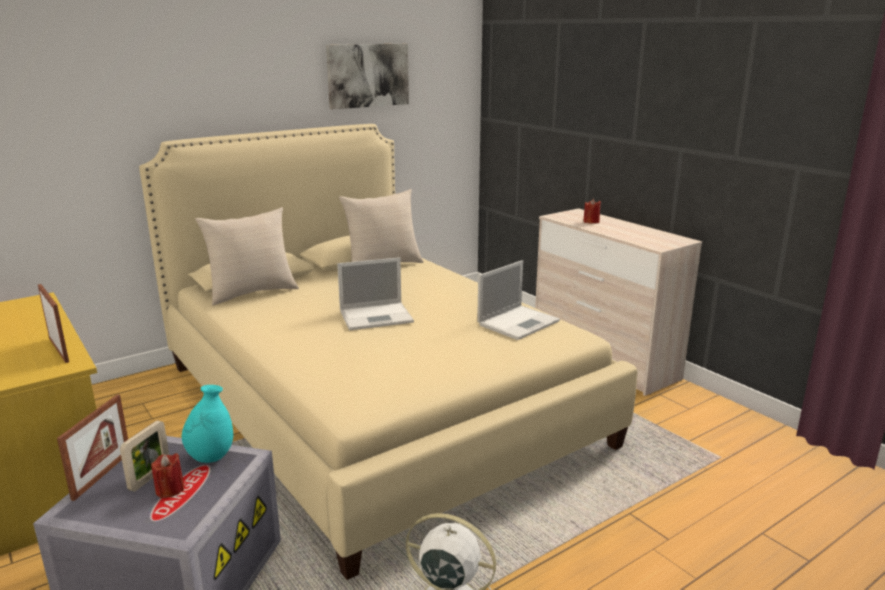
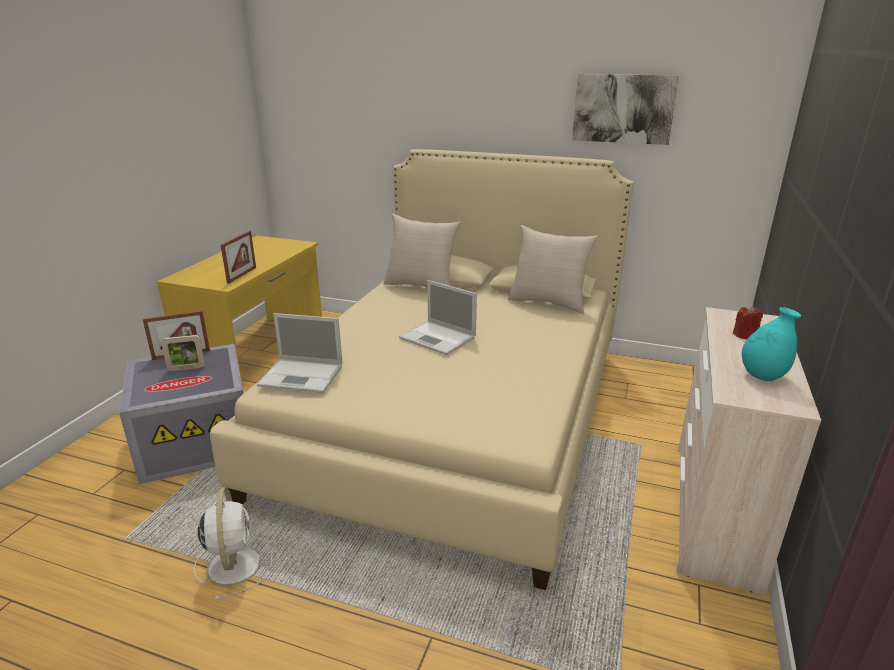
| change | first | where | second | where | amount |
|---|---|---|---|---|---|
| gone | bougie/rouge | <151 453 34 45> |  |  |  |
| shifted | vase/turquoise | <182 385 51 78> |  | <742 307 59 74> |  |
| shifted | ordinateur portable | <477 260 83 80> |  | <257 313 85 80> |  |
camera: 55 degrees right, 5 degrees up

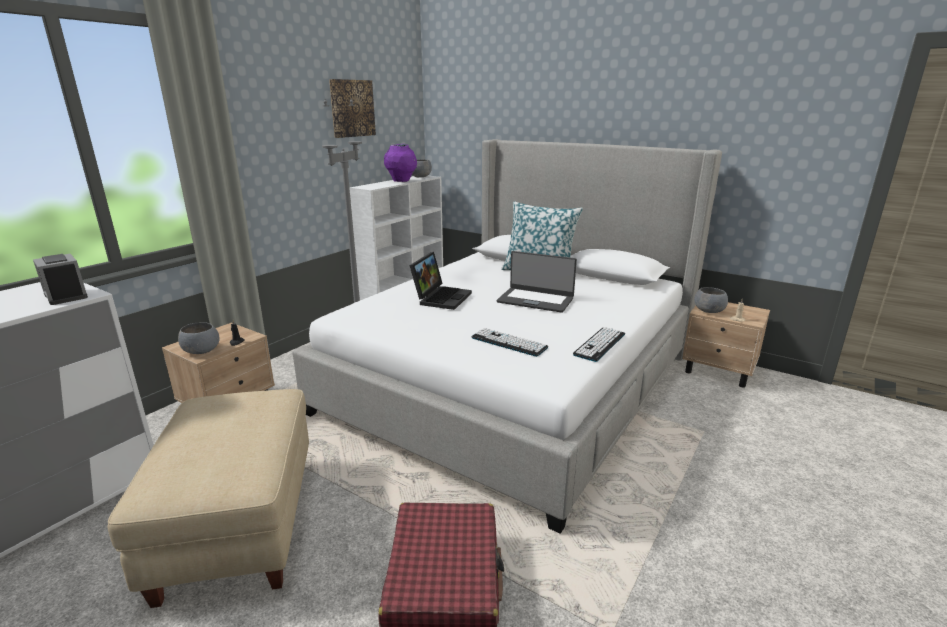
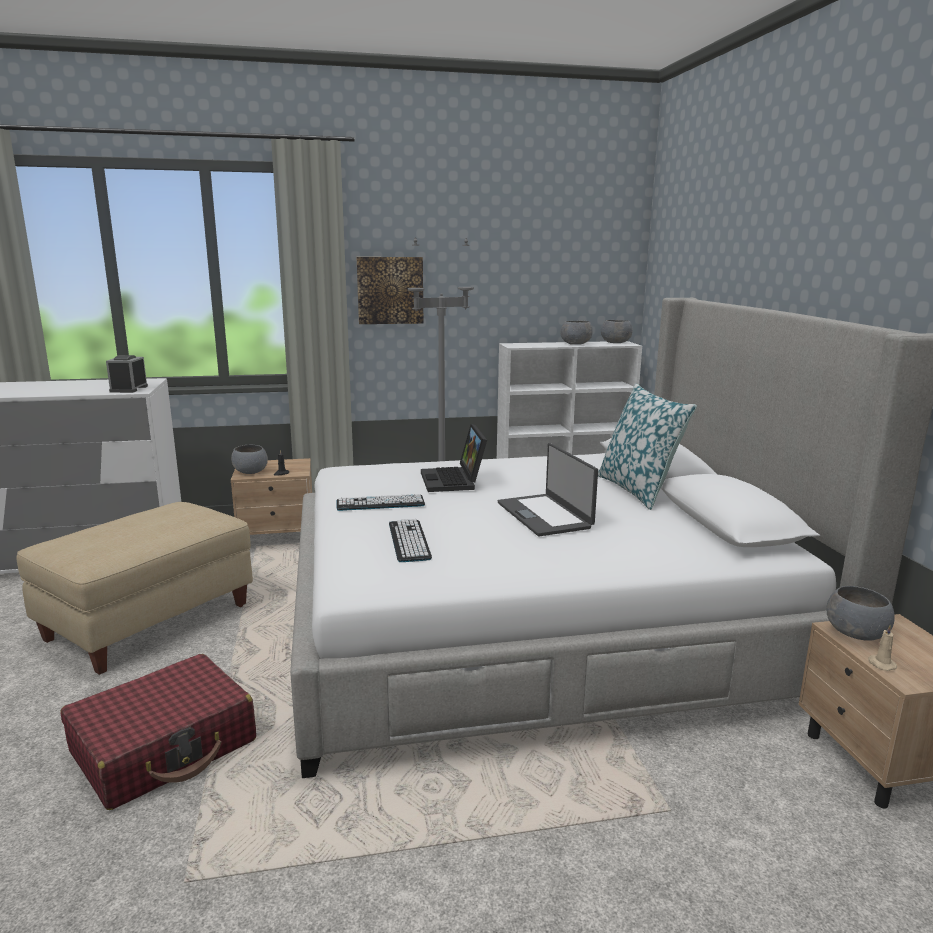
| change | first | where | second | where | amount |
|---|---|---|---|---|---|
| shifted | tableau | <329 79 47 59> |  | <357 257 66 67> |  |
| swapped | vase/violet | <384 144 33 38> | bol/gris | <560 321 33 24> |  |
| rotated | ordinateur portable | <409 252 63 58> |  | <421 424 66 68> | 105 degrees clockwise |
| shifted | clavier | <573 327 52 35> |  | <337 494 88 17> |  |
camera: 45 degrees right, 5 degrees down

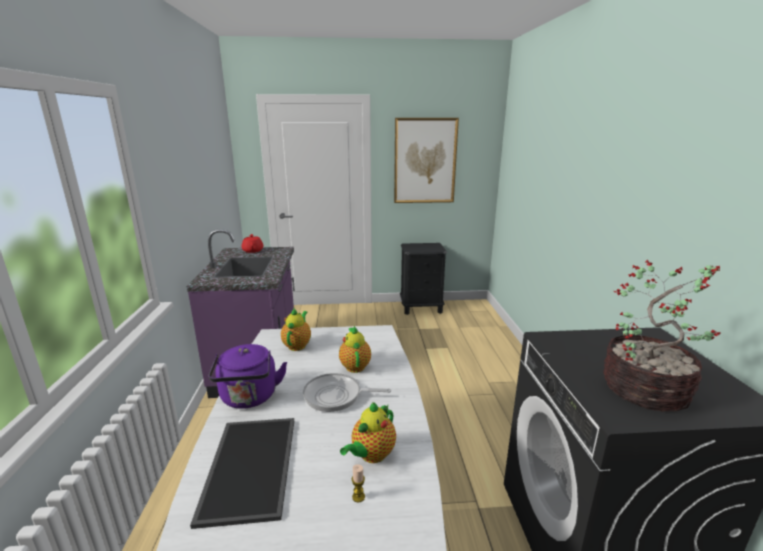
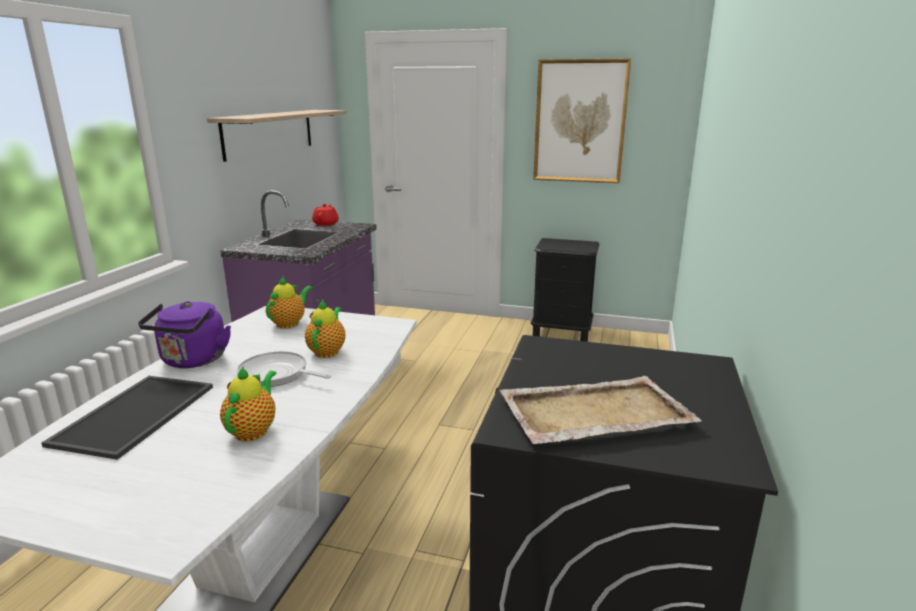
| change | first | where | second | where | amount |
|---|---|---|---|---|---|
| rotated | théière | <340 402 56 61> |  | <220 366 56 76> | 135 degrees clockwise |
| gone | bougie | <352 464 13 38> |  |  |  |
| swapped | plante en pot | <603 259 118 152> | plateau/beige | <499 376 203 68> |  |
| new |  |  | étagère | <207 110 140 52> |  |
camera: 20 degrees right, 0 degrees up

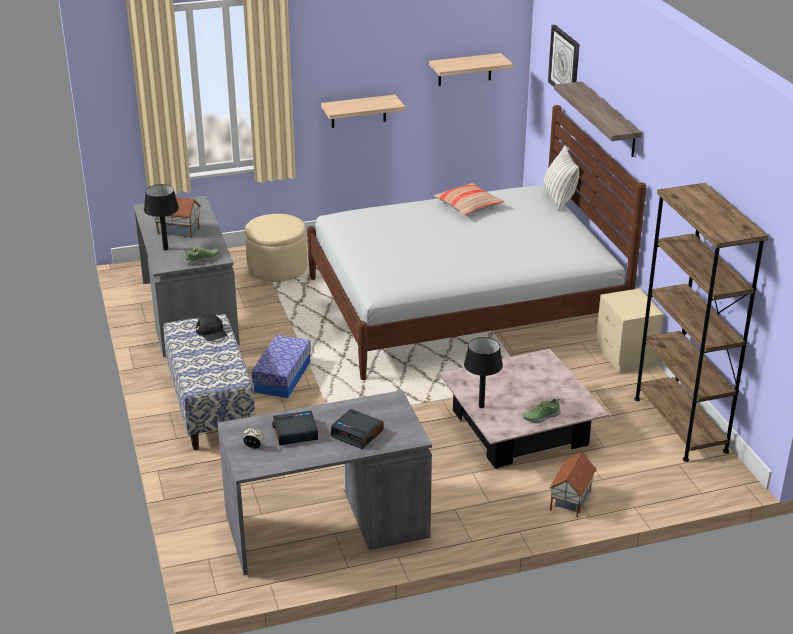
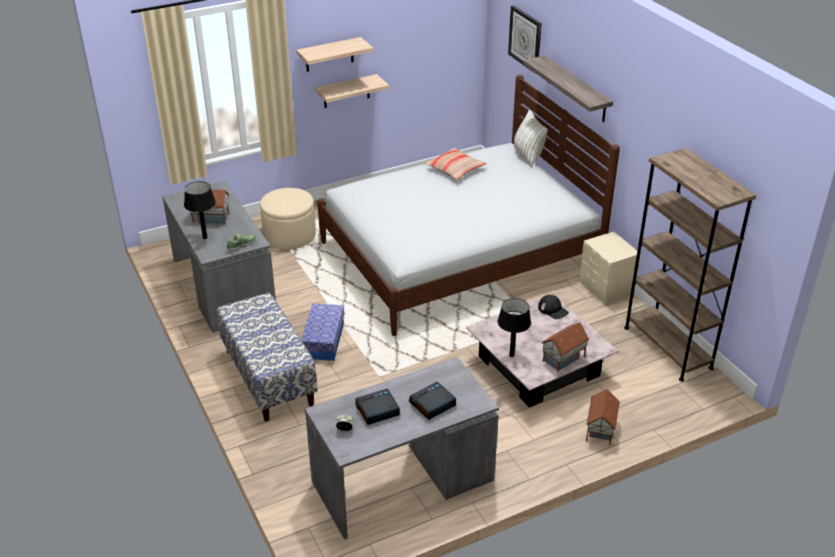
| change | first | where | second | where | amount |
|---|---|---|---|---|---|
| shifted | casquette/noir | <196 314 31 27> |  | <538 295 31 24> |  |
| rotated | réveil | <330 409 54 40> |  | <409 381 47 39> | 120 degrees clockwise |
| shifted | étagère | <429 53 84 33> |  | <296 37 77 35> |  |
| swapped | chaussure | <523 398 38 25> | maison miniature | <542 323 47 49> |  |
camera: 10 degrees left, 5 degrees up

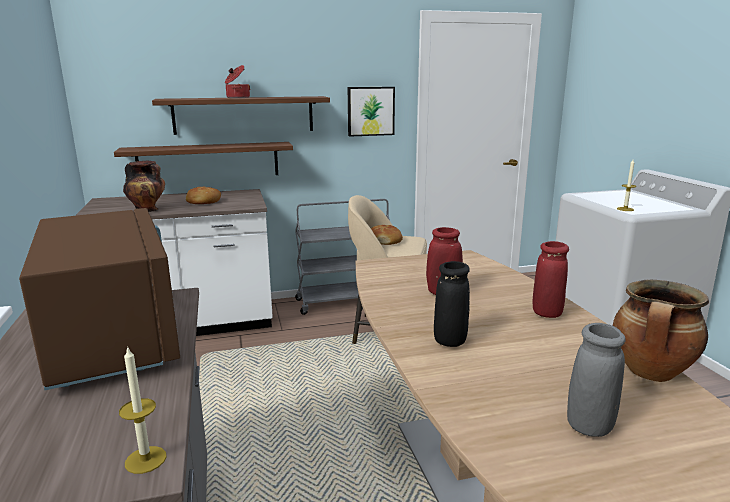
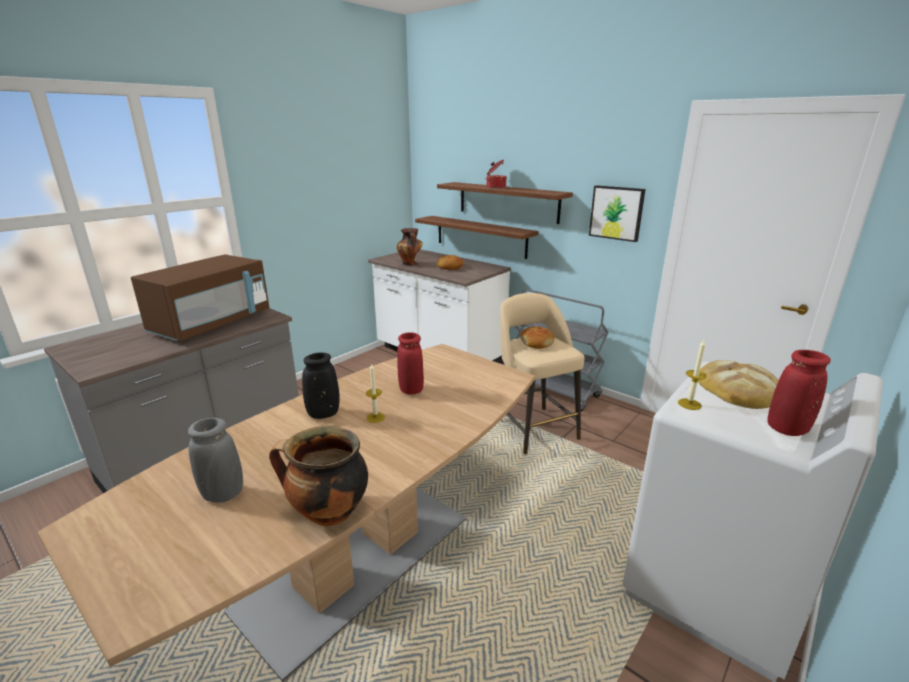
| change | first | where | second | where | amount |
|---|---|---|---|---|---|
| shifted | bougie | <119 346 48 128> |  | <366 364 19 59> |  |
| shifted | vase/rouge | <533 241 36 77> |  | <767 350 64 86> |  |
| new |  |  | pain | <698 360 81 49> |  |
camera: 55 degrees right, 5 degrees up

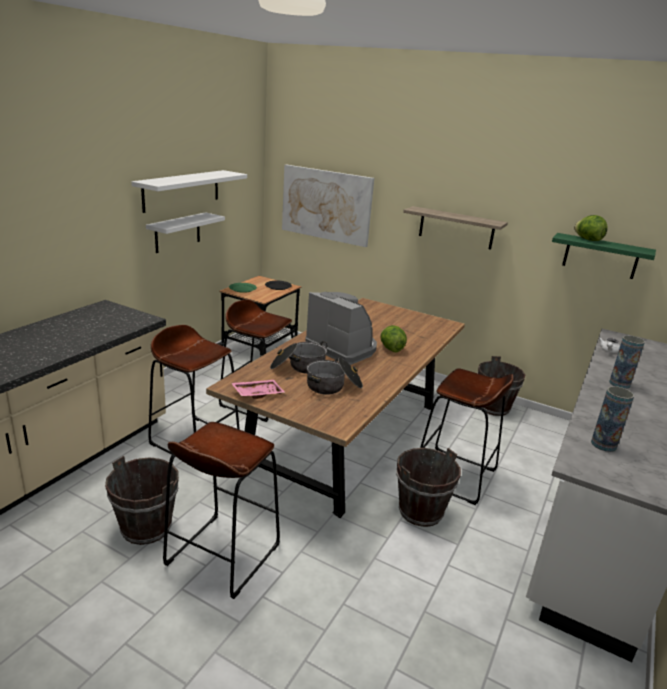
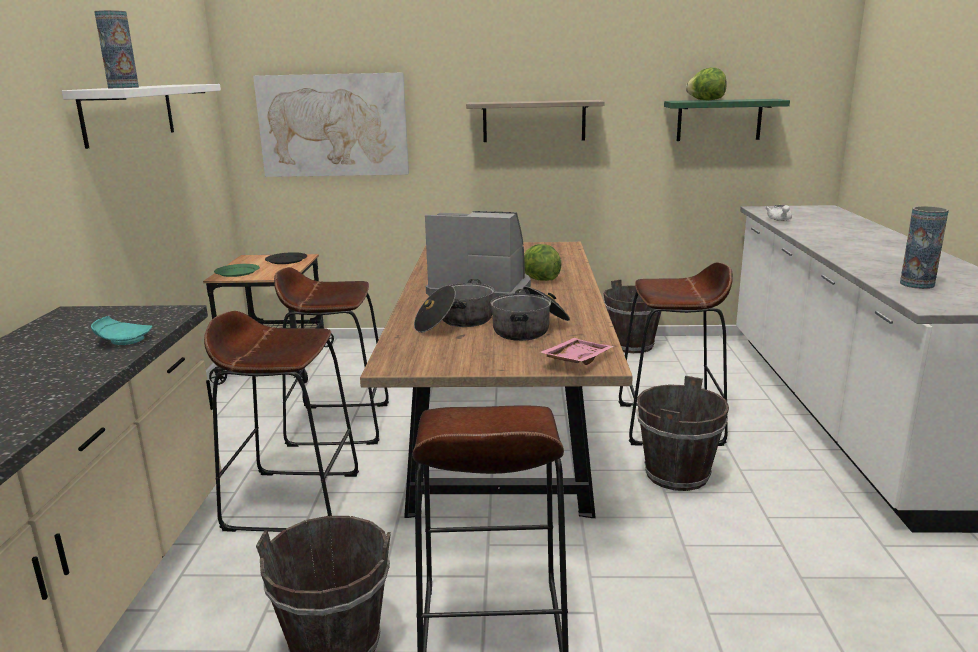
| change | first | where | second | where | amount |
|---|---|---|---|---|---|
| gone | étagère/blanc | <146 212 79 41> |  |  |  |
| shifted | plateau/rose | <231 380 54 19> |  | <540 338 74 27> |  |
| shifted | vase | <609 335 36 54> |  | <94 10 45 78> |  |
| new |  |  | assiette/turquoise | <91 316 61 29> |  |
camera: 25 degrees left, 5 degrees down

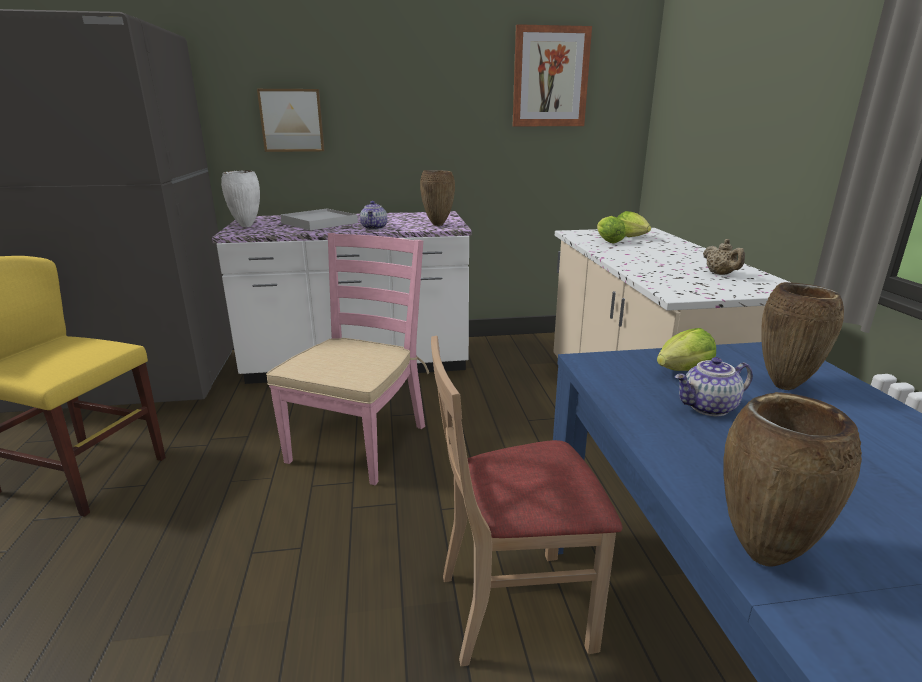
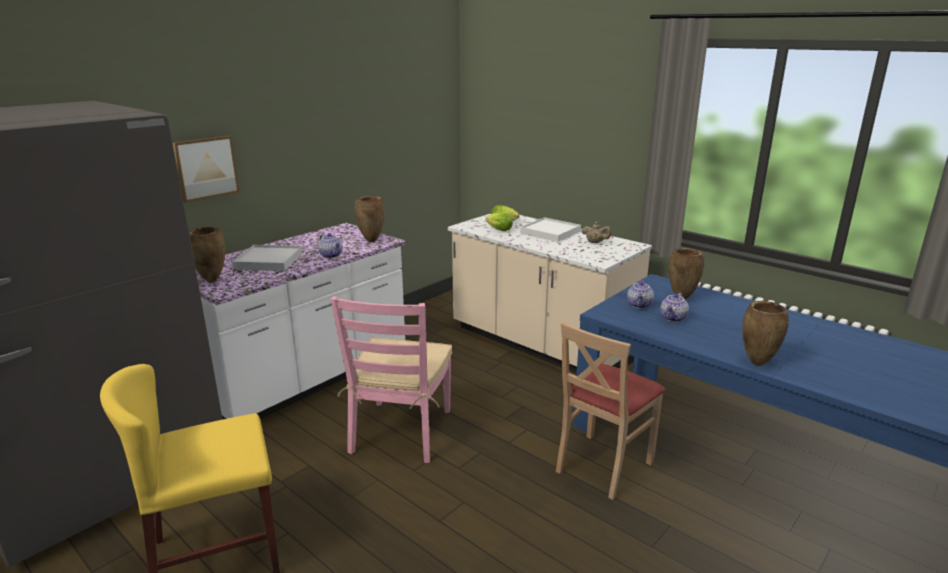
| change | first | where | second | where | amount |
|---|---|---|---|---|---|
| repainted | vase/blanc | <221 170 39 57> | vase/marron | <189 227 36 55> |  |
| rotated | chaise/rose | <266 233 163 252> |  | <330 296 122 167> | 150 degrees counterclockwise |
| gone | tableau | <513 24 79 102> |  |  |  |
| swapped | laitue | <657 328 59 43> | théière | <627 280 27 29> |  |
| new |  |  | plateau/blanc | <520 217 61 25> |  |
camera: 40 degrees left, 0 degrees up

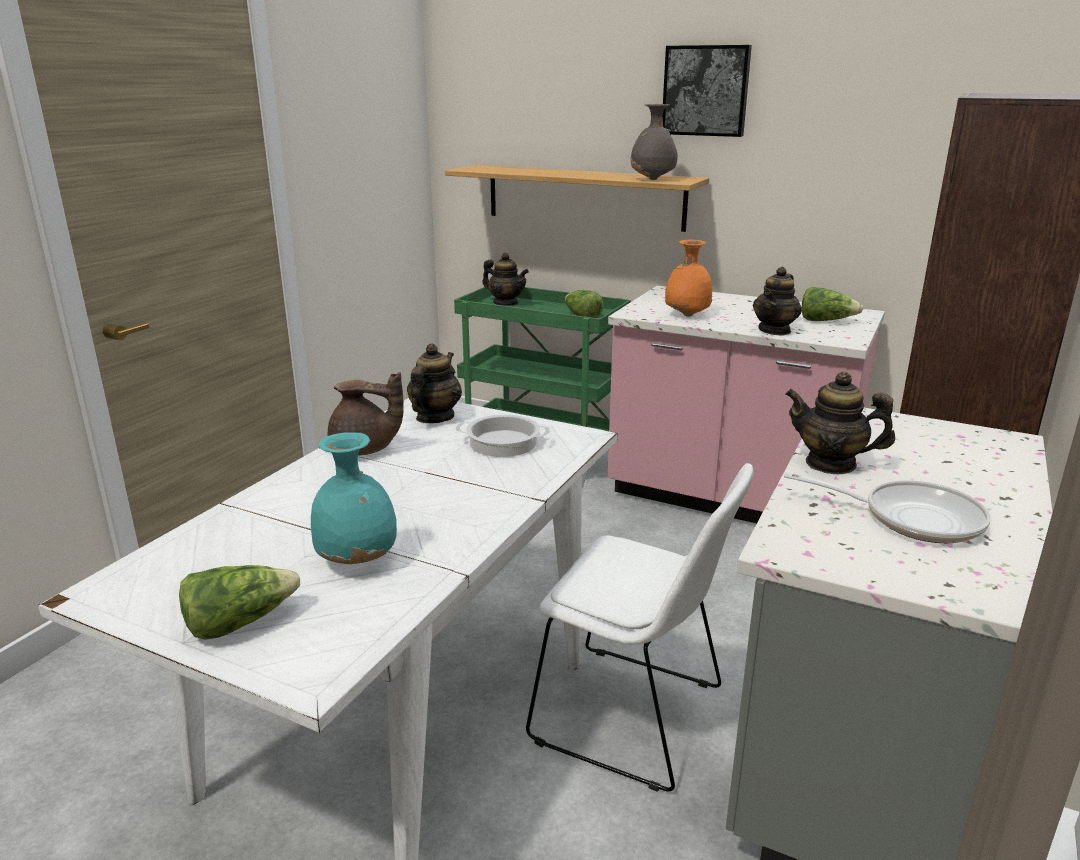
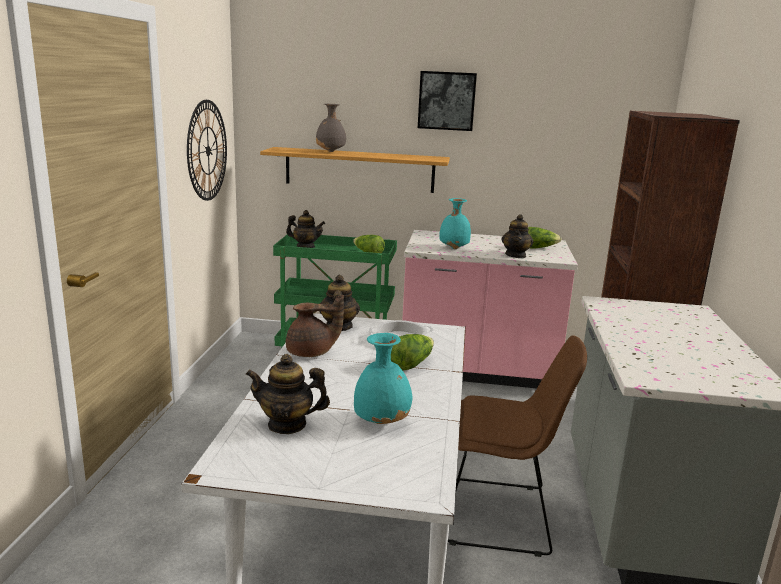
| change | first | where | second | where | amount |
|---|---|---|---|---|---|
| shifted | laitue | <179 565 121 75> |  | <391 334 43 36> |  |
| repainted | chaise/blanc | <526 463 228 329> | chaise/marron | <448 335 139 222> |  |
| shifted | vase/gris | <631 104 47 76> |  | <316 104 30 48> |  |
| repainted | vase/orange | <665 240 47 77> | vase/turquoise | <439 198 32 51> |  |
| gone | poêle | <784 472 207 71> |  |  |  |
| shifted | théière | <785 372 110 102> |  | <245 354 85 80> |  |
| new |  |  | horloge murale | <187 100 40 101> |  |
camera: 20 degrees left, 5 degrees down

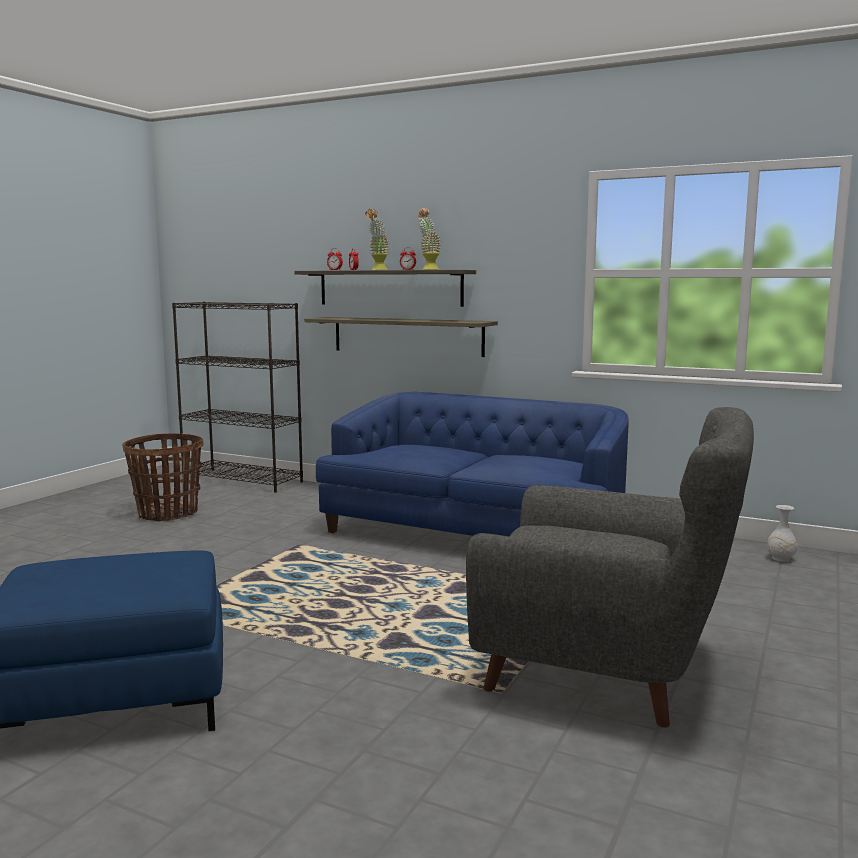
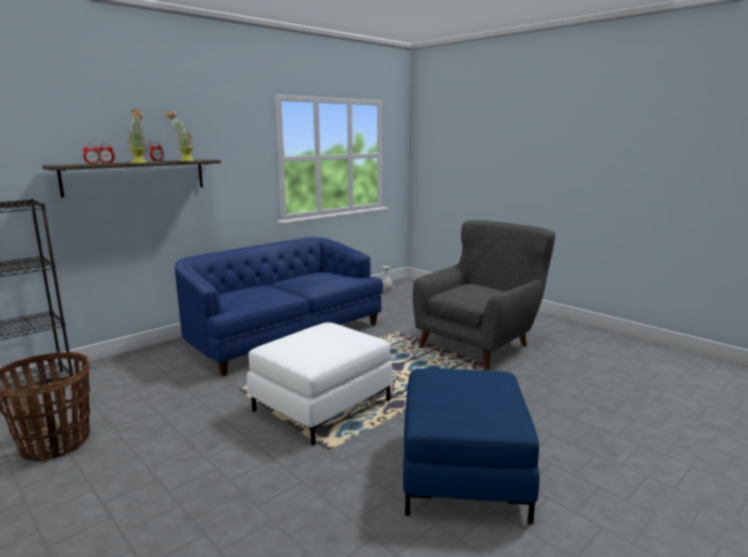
| change | first | where | second | where | amount |
|---|---|---|---|---|---|
| gone | étagère | <304 317 194 40> |  |  |  |
| new |  |  | pouf/blanc | <247 322 146 124> |  |
camera: 70 degrees left, 5 degrees up

